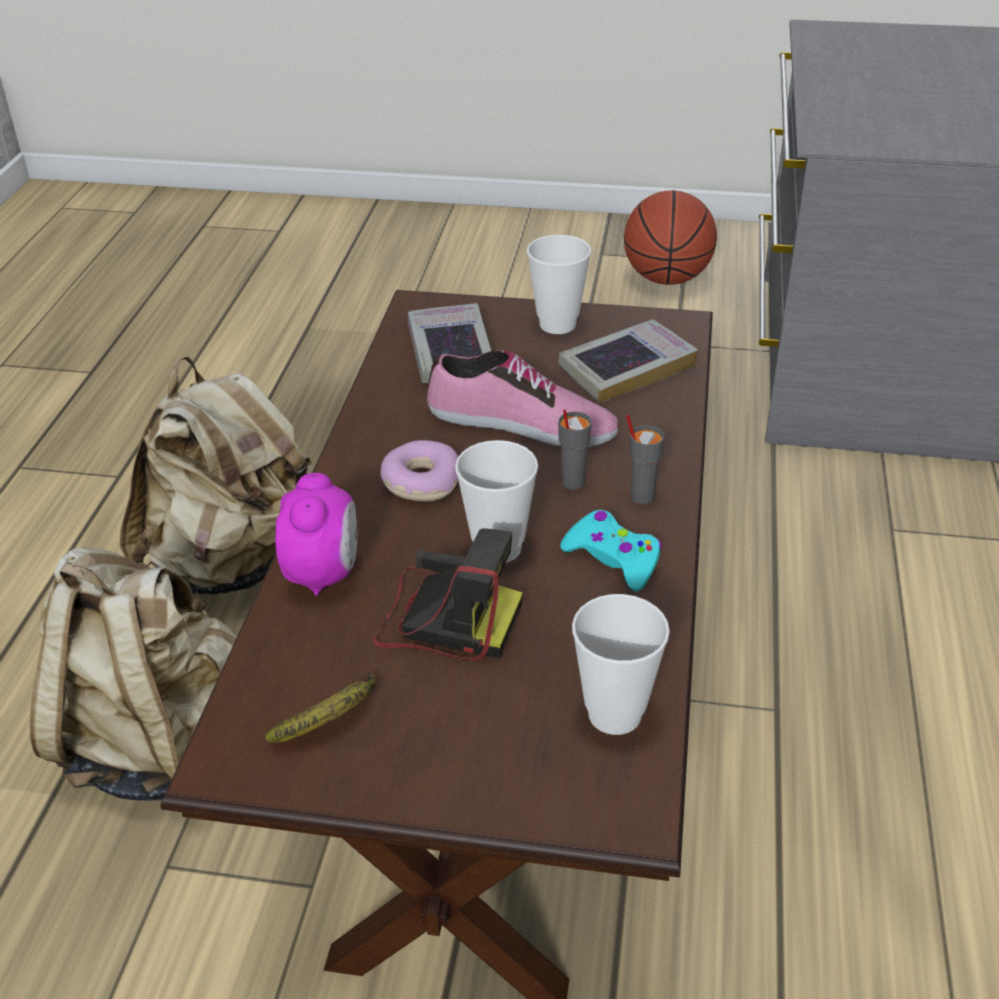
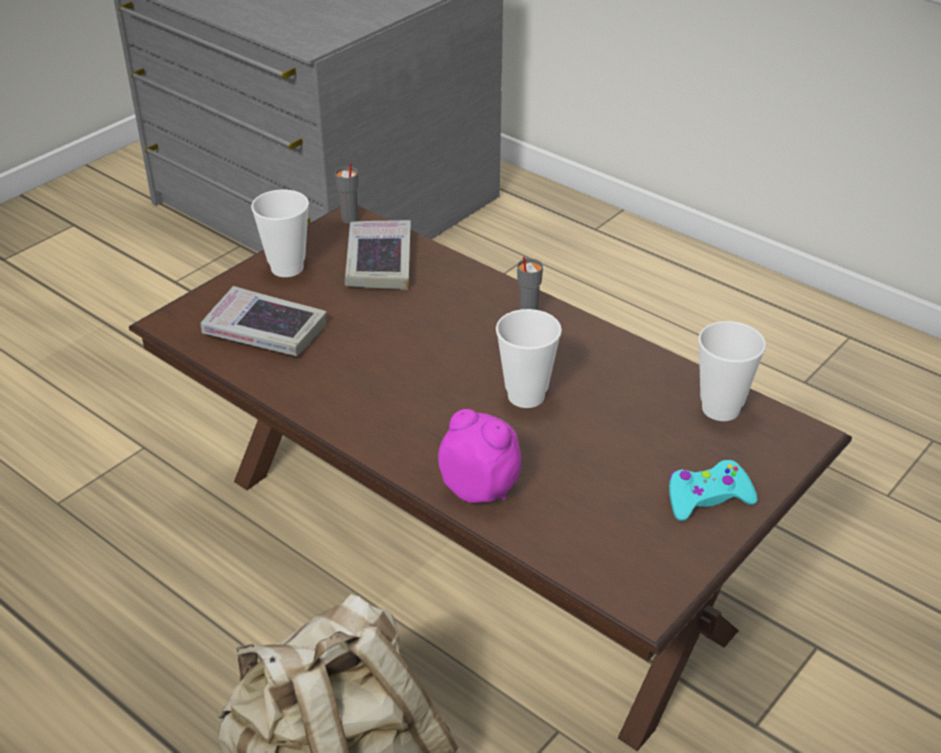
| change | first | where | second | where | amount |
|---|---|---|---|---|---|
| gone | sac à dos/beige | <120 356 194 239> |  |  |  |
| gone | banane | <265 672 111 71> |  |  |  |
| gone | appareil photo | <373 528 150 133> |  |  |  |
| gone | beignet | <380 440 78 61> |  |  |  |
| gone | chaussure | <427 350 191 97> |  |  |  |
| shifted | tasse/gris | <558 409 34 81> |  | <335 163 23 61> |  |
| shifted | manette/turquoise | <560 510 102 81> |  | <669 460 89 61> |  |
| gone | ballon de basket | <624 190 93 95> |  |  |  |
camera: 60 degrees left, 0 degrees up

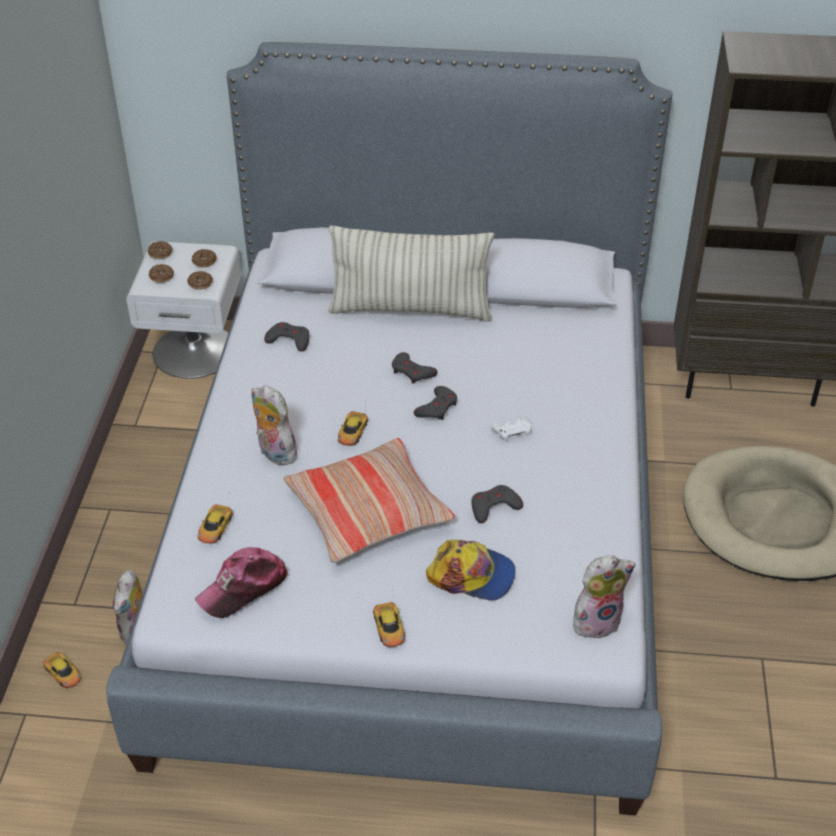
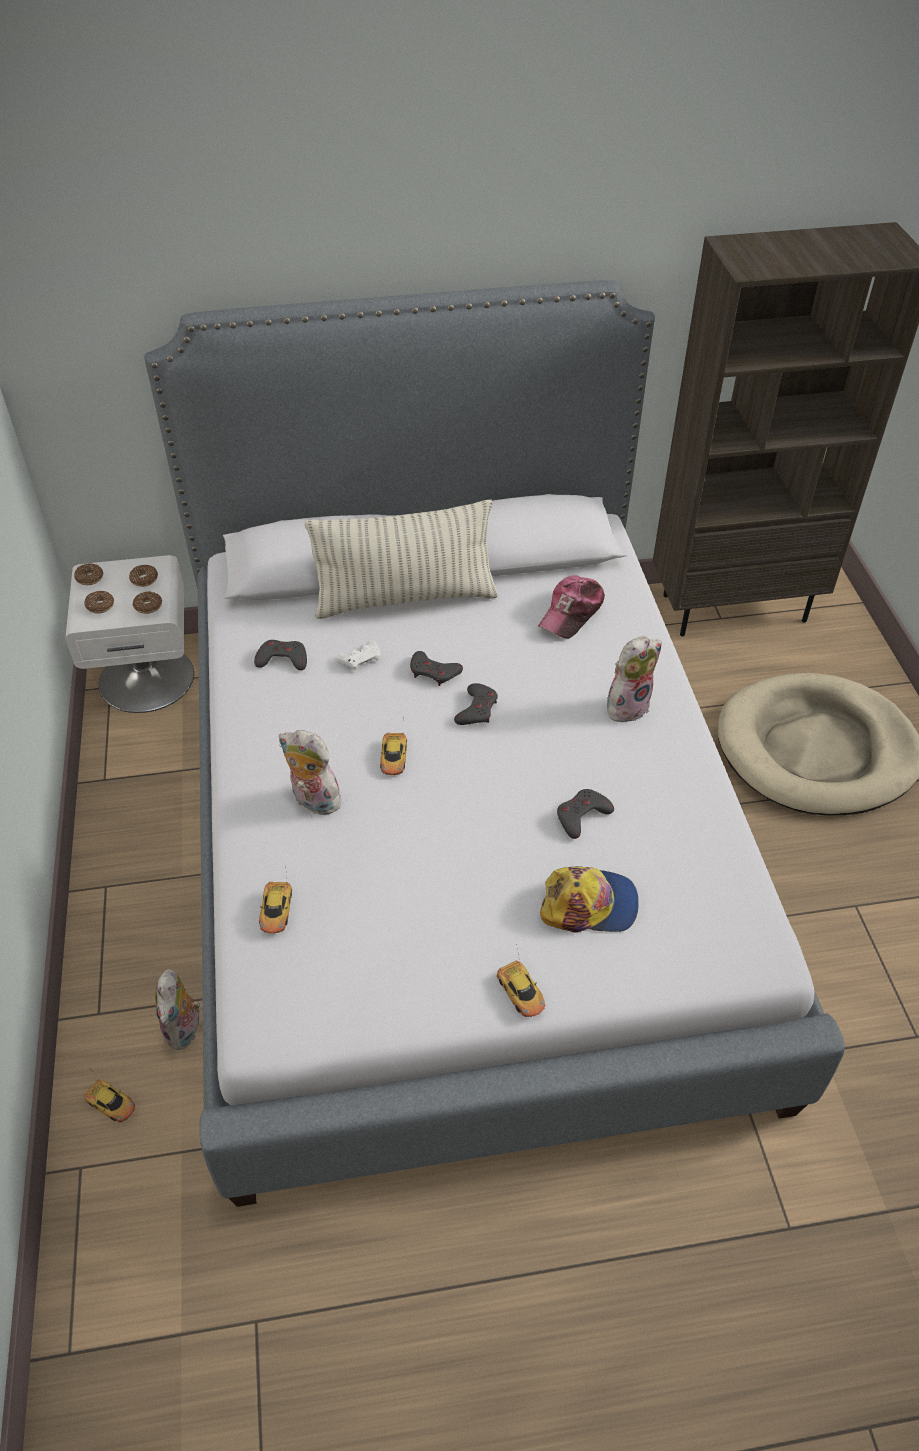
| change | first | where | second | where | amount |
|---|---|---|---|---|---|
| shifted | casquette | <195 547 93 71> |  | <538 575 67 63> |  |
| gone | coussin | <284 438 171 125> |  |  |  |
| shifted | manette/blanc | <491 416 41 25> |  | <337 640 43 31> |  |
| shifted | peluche | <573 555 63 84> |  | <607 636 55 86> |  |
camera: 15 degrees left, 5 degrees up

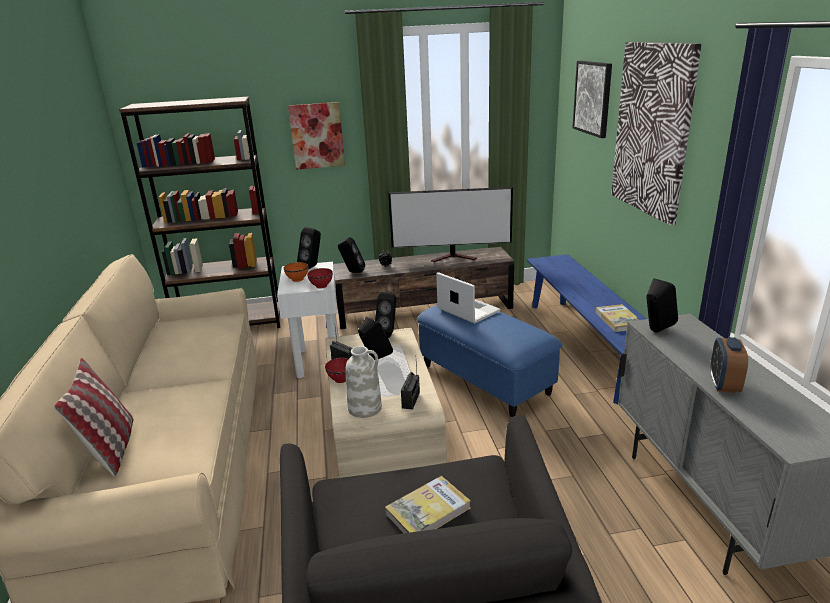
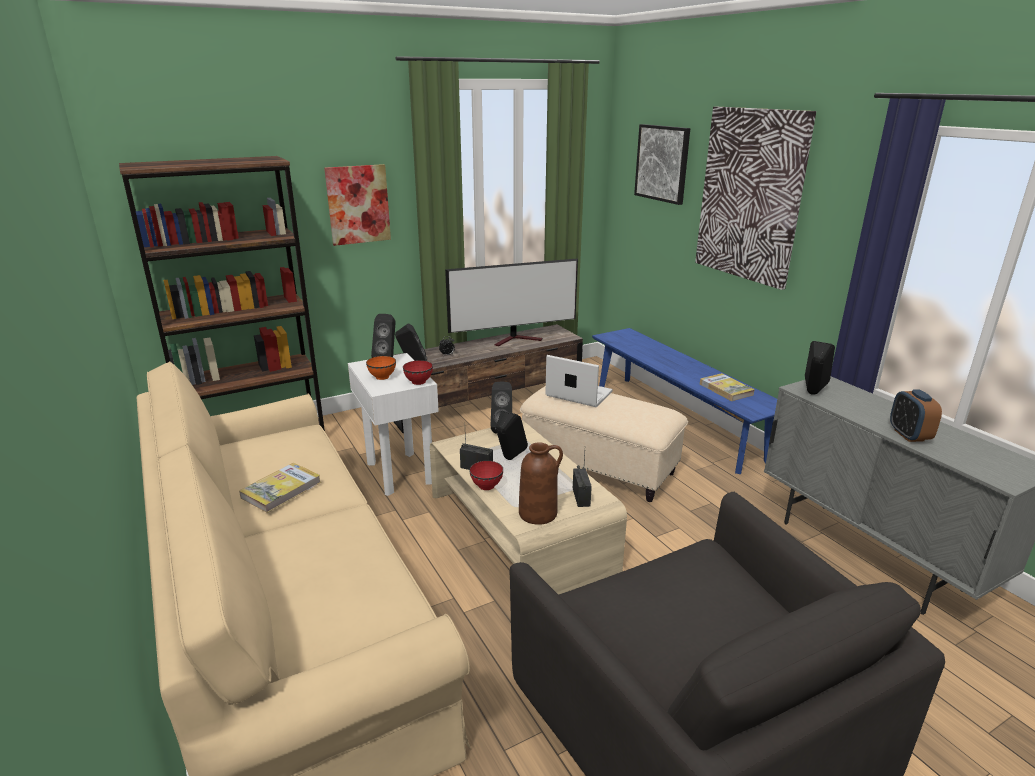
| change | first | where | second | where | amount |
|---|---|---|---|---|---|
| gone | coussin | <54 358 80 118> |  |  |  |
| repainted | vase/blanc | <346 346 36 72> | vase/marron | <519 442 44 83> |  |
| shifted | livre | <385 476 86 57> |  | <239 463 82 50> |  |
| repainted | pouf/bleu | <417 305 146 112> | pouf/beige | <520 386 168 116> |  |
camera: 20 degrees left, 0 degrees up

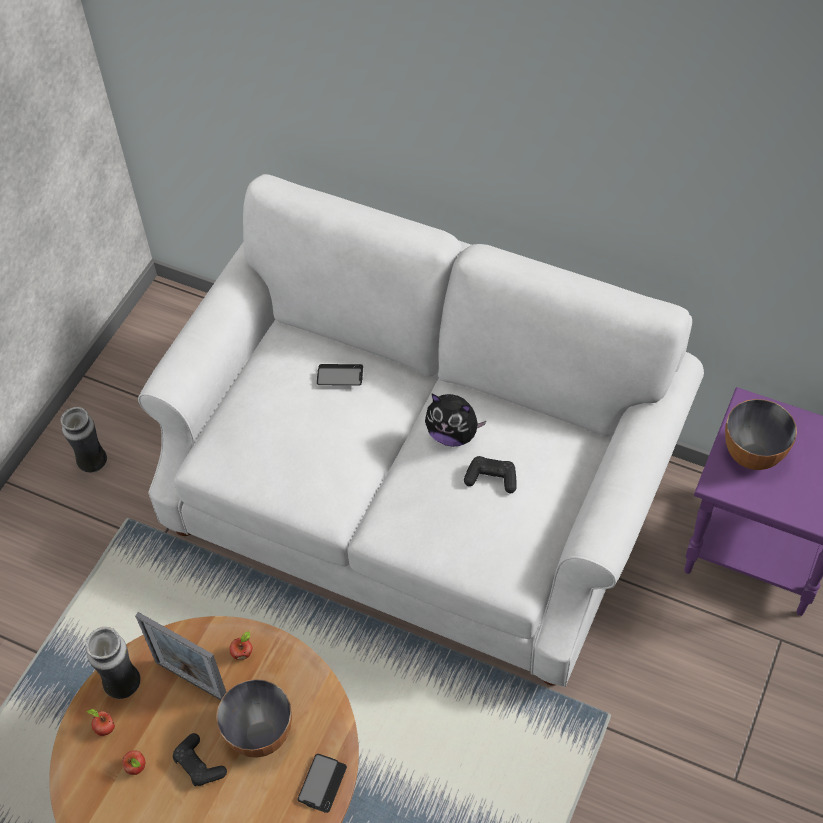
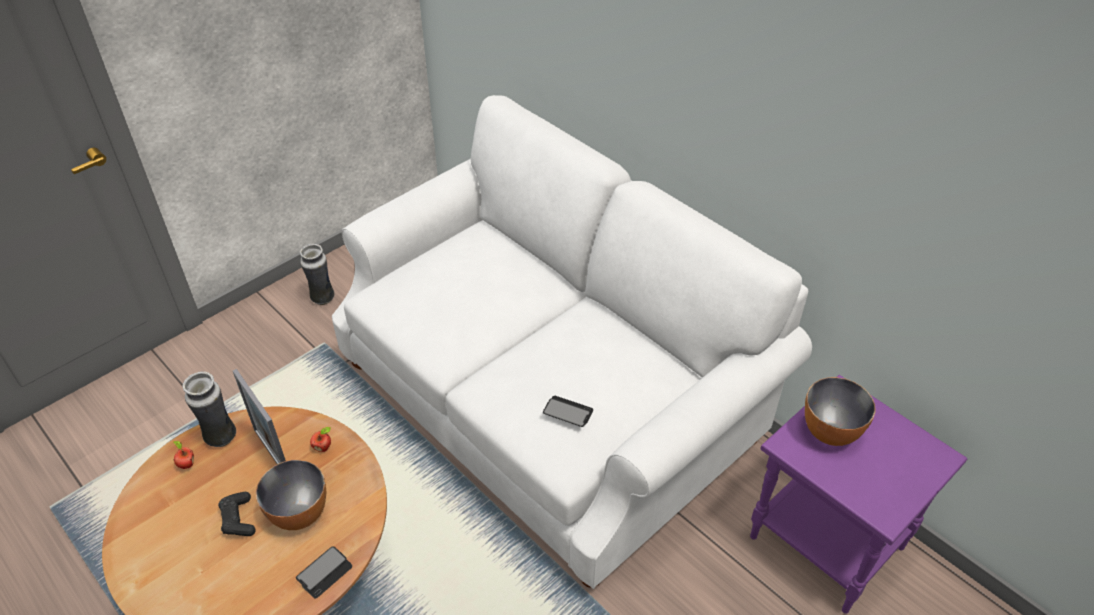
| change | first | where | second | where | amount |
|---|---|---|---|---|---|
| gone | pomme | <123 750 22 25> |  |  |  |
| shifted | téléphone | <317 364 46 22> |  | <543 396 50 31> |  |
| gone | peluche | <425 393 61 54> |  |  |  |
| gone | manette/noir | <464 456 52 37> |  |  |  |
camera: 20 degrees right, 10 degrees down

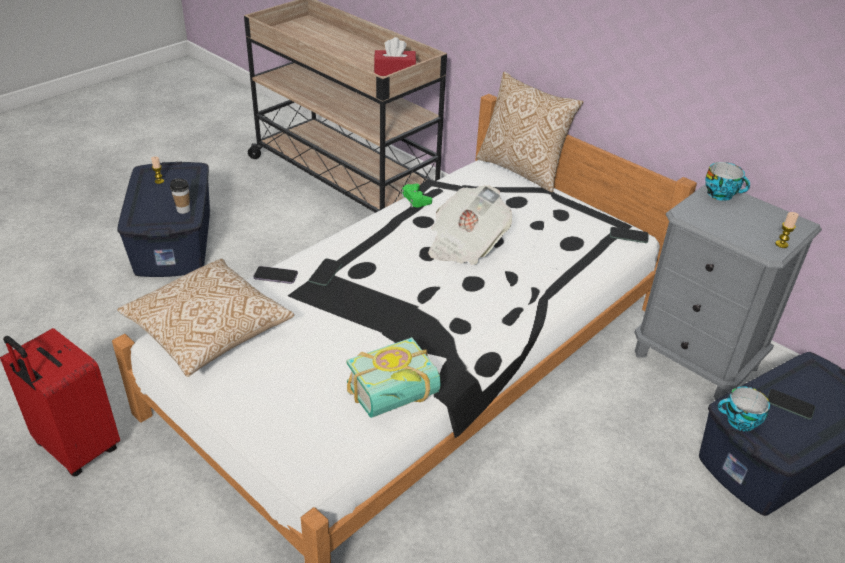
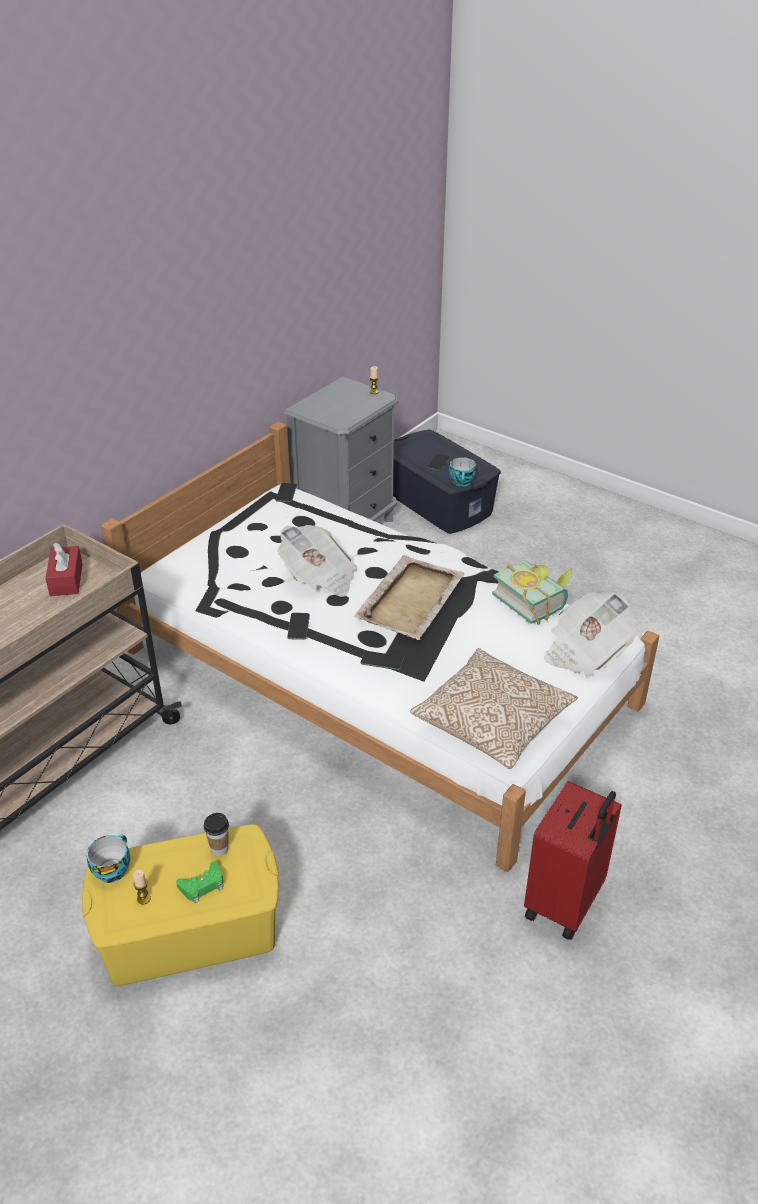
| change | first | where | second | where | amount |
|---|---|---|---|---|---|
| repainted | boîte de rangement/bleu | <117 162 93 115> | boîte de rangement/jaune | <82 824 197 162> |  |
| shifted | téléphone | <254 266 44 18> |  | <287 613 23 27> |  |
| shifted | manette/vert | <401 183 31 24> |  | <176 861 47 42> |  |
| gone | coussin | <476 72 107 120> |  |  |  |
| shifted | tasse | <705 162 45 39> |  | <87 835 43 48> |  |
| new |  |  | plateau/beige | <354 555 111 85> |  |
| new |  |  | journal | <544 592 93 84> |  |
camera: 95 degrees left, 0 degrees up

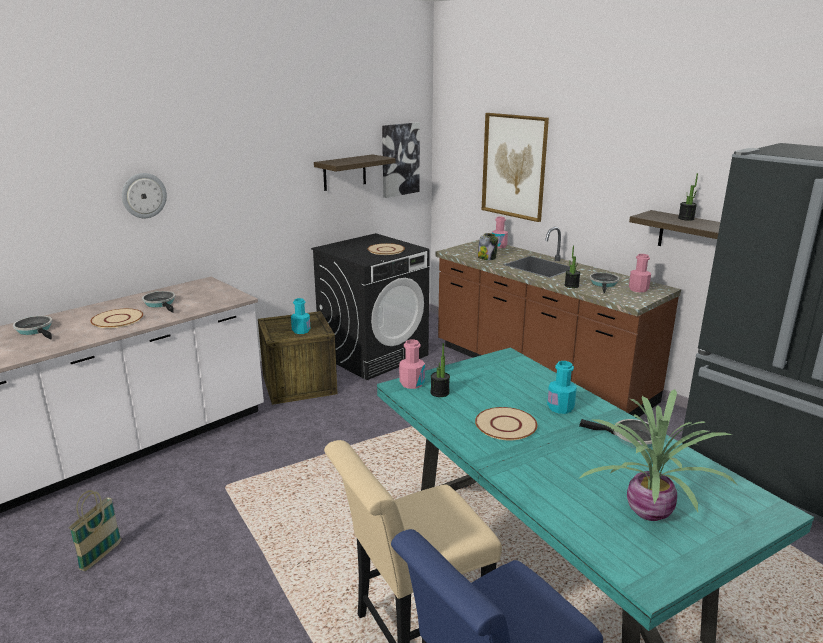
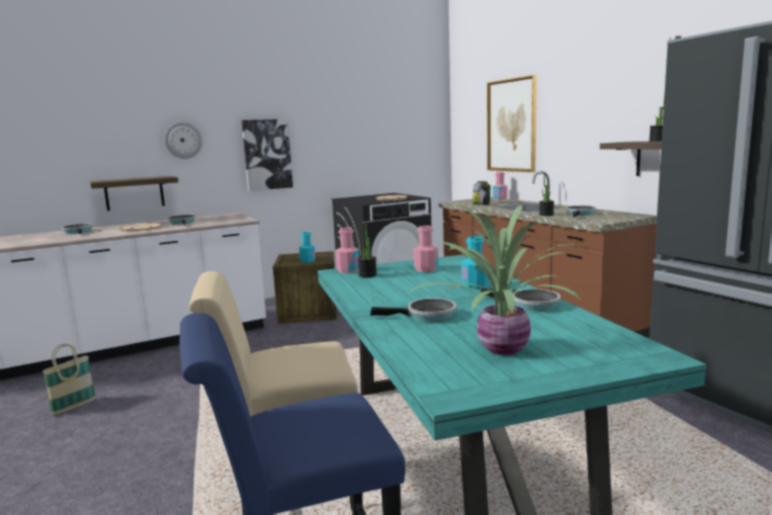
| change | first | where | second | where | amount |
|---|---|---|---|---|---|
| shifted | étagère | <314 154 82 37> |  | <90 176 88 35> |  |
| shifted | tableau | <382 122 38 76> |  | <241 119 52 72> |  |
| gone | assiette/beige | <475 407 63 33> |  |  |  |
| shifted | bouteille/rose | <629 254 22 38> |  | <414 225 24 47> |  |
| new |  |  | poêle | <370 298 87 24> |  |
camera: 15 degrees right, 10 degrees down

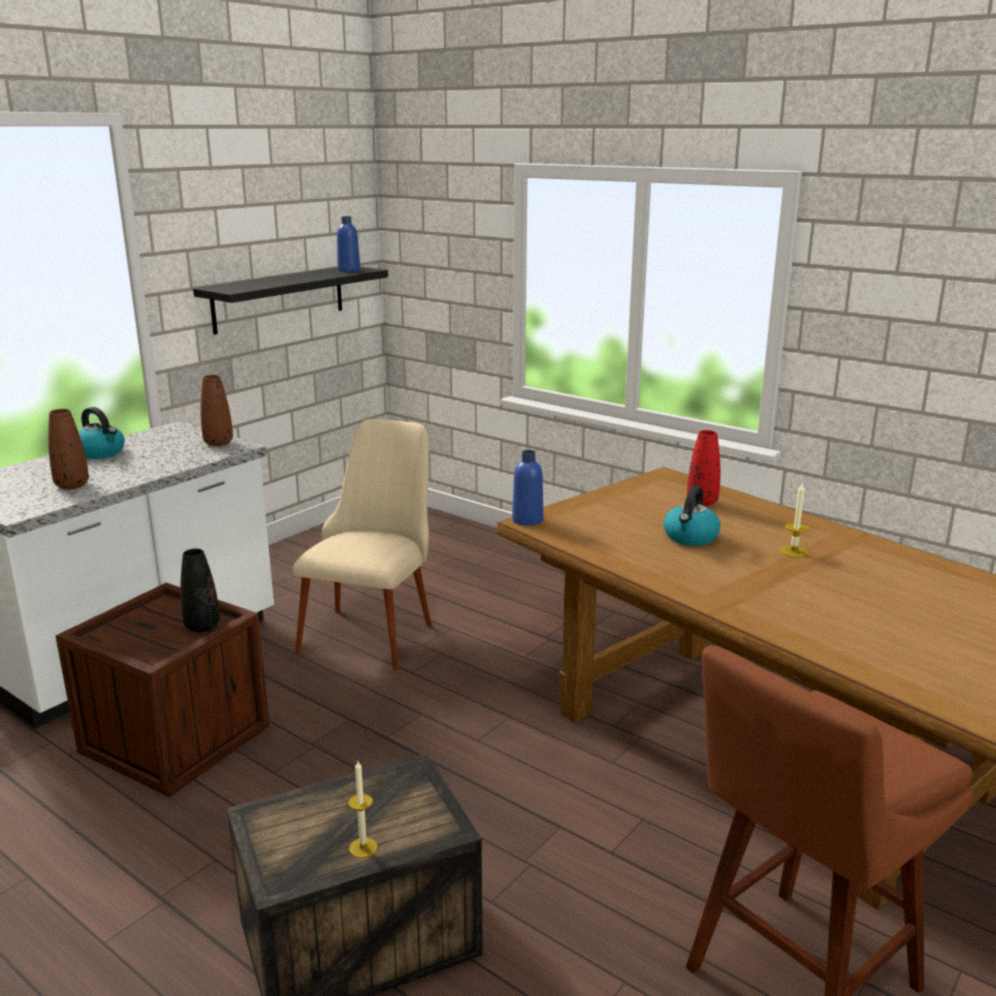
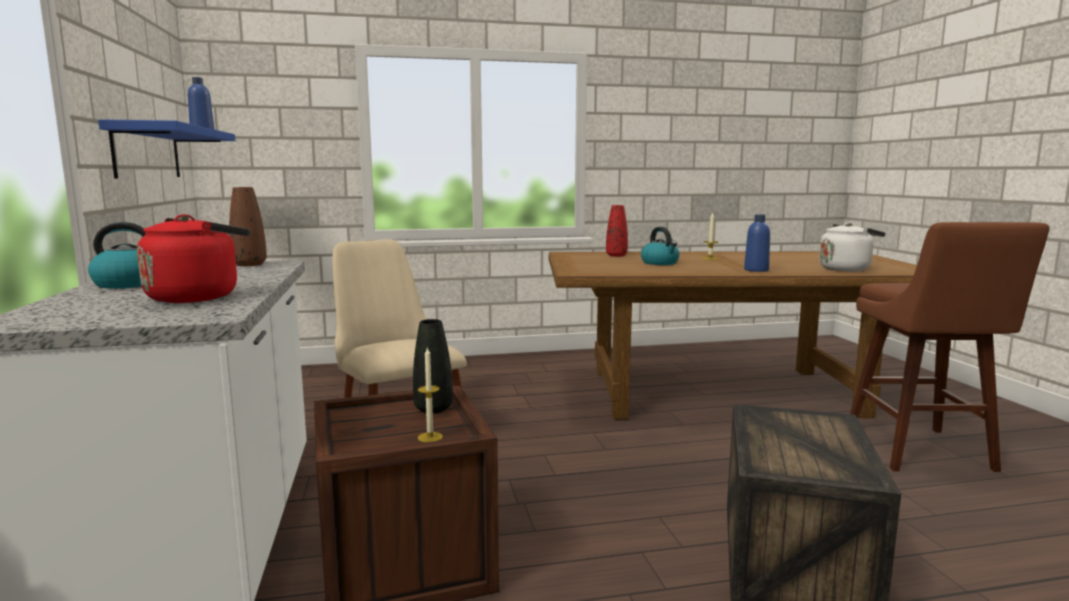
| change | first | where | second | where | amount |
|---|---|---|---|---|---|
| swapped | vase/marron | <48 409 41 80> | bouilloire/rouge | <137 214 113 89> |  |
| repainted | étagère/noir | <193 267 195 68> | étagère/bleu | <98 119 137 60> |  |
| shifted | bougie | <348 761 30 97> |  | <418 348 25 94> |  |
| shifted | bouteille/bleu | <512 450 31 76> |  | <744 214 26 58> |  |
| new |  |  | bouilloire/blanc | <819 223 66 48> |  |
camera: 50 degrees left, 10 degrees down

